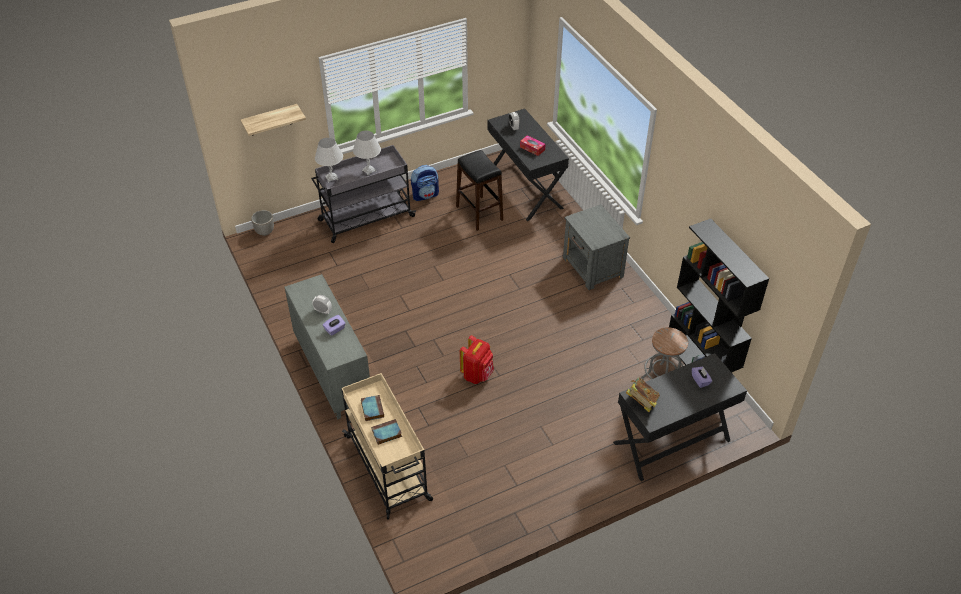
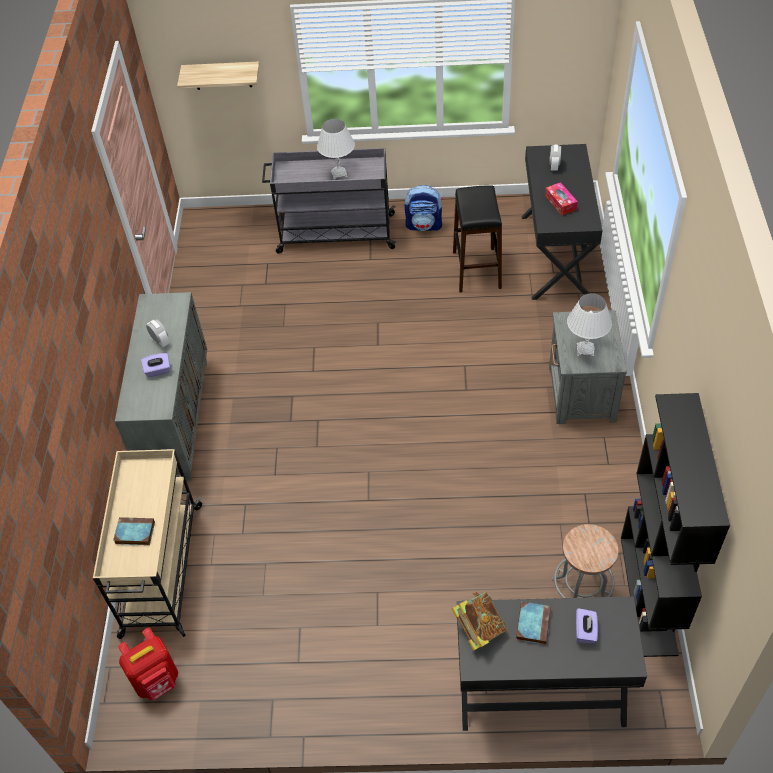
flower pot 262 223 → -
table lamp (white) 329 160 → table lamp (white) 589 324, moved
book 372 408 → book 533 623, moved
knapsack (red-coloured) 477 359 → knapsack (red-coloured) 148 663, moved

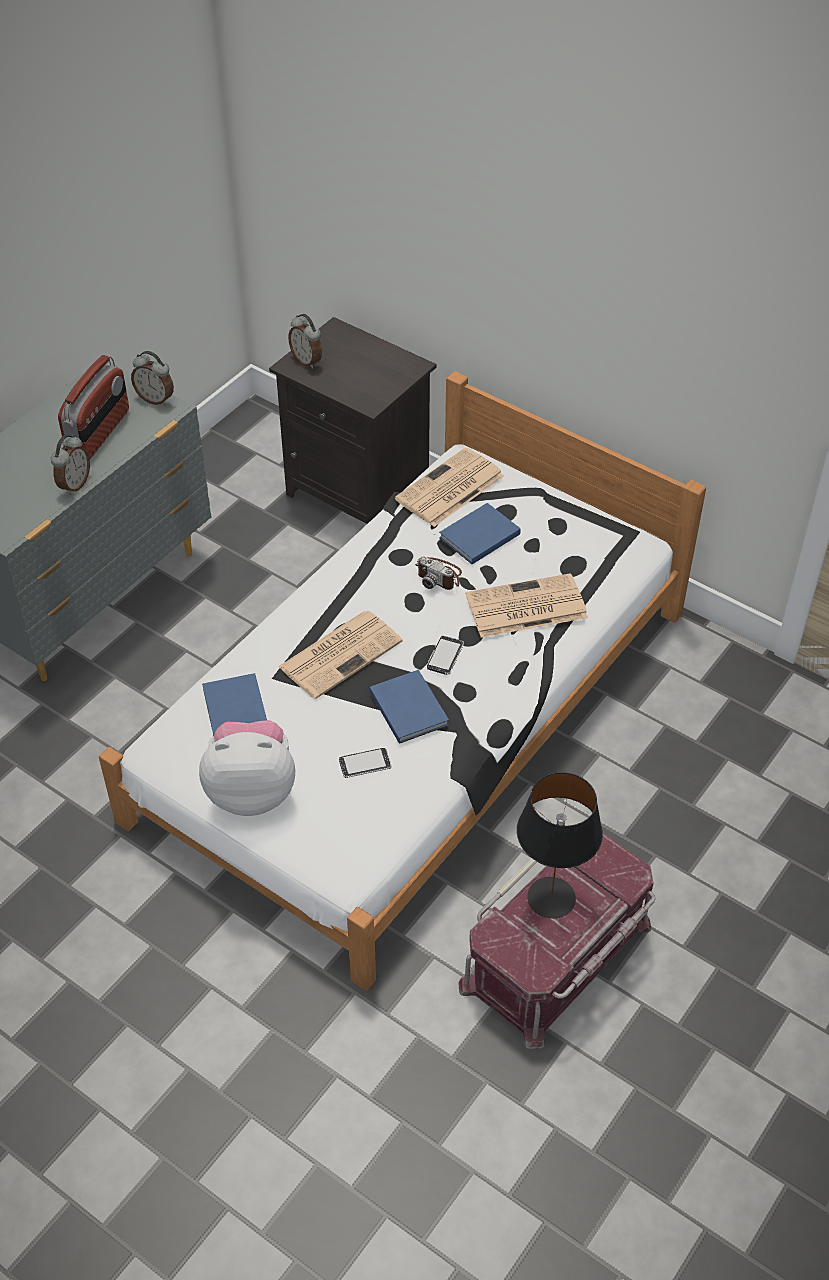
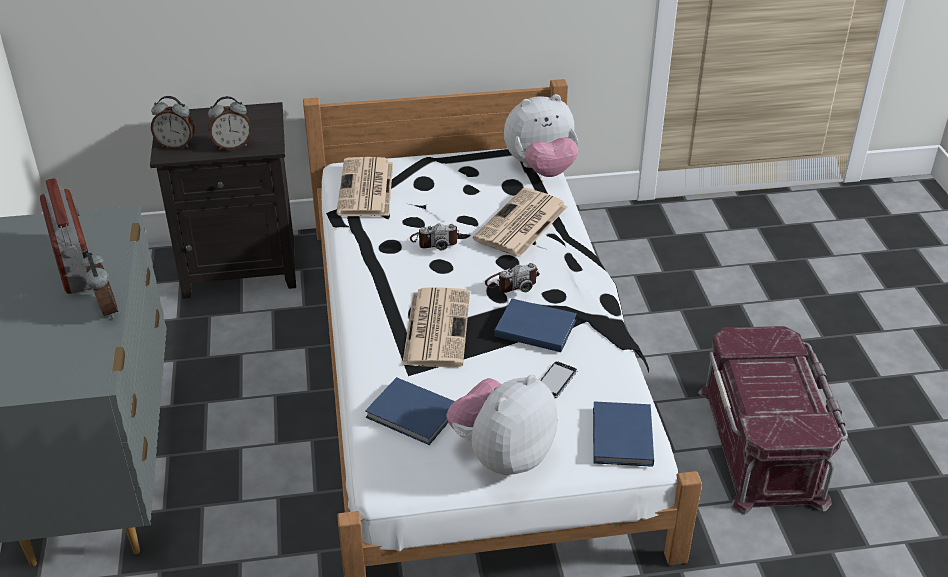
table lamp (blackish) 560 845 → -
- → soft toy 541 135
table clock 152 378 → table clock 230 123, moved
book (blue-coloured) 480 533 → book (blue-coloured) 623 434, moved
handset 445 655 → photo camera 512 278

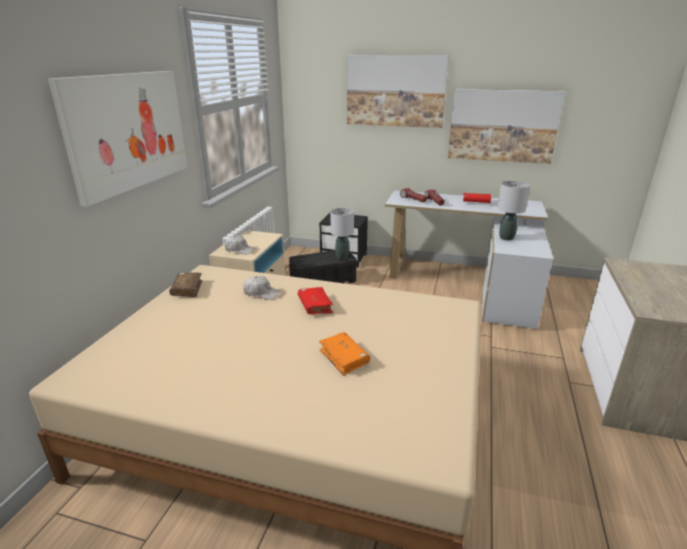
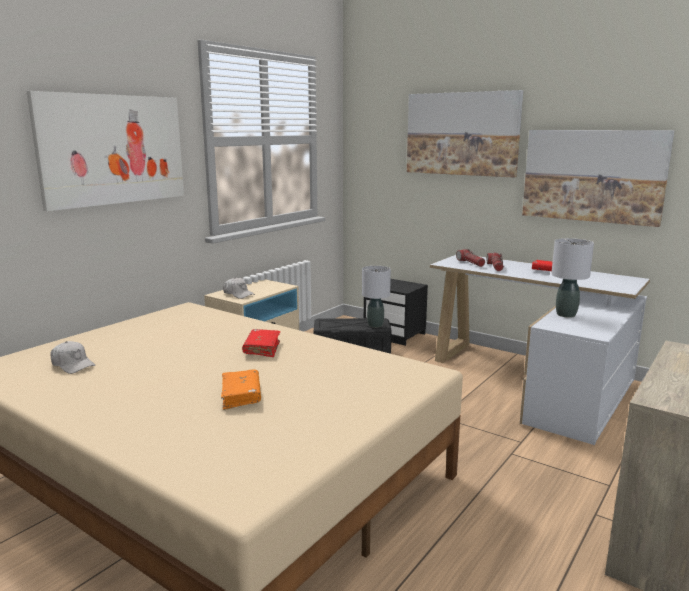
book (brown-coloured) 185 284 → -
cap (white) 261 288 → cap (white) 72 357, moved

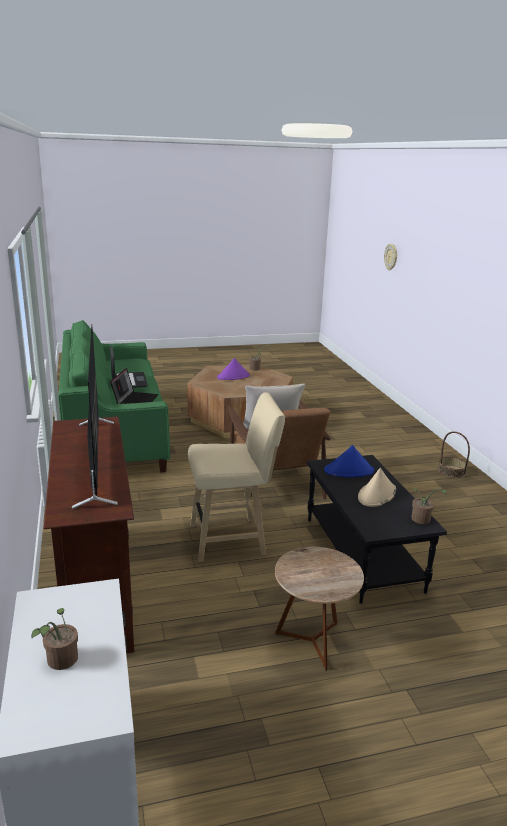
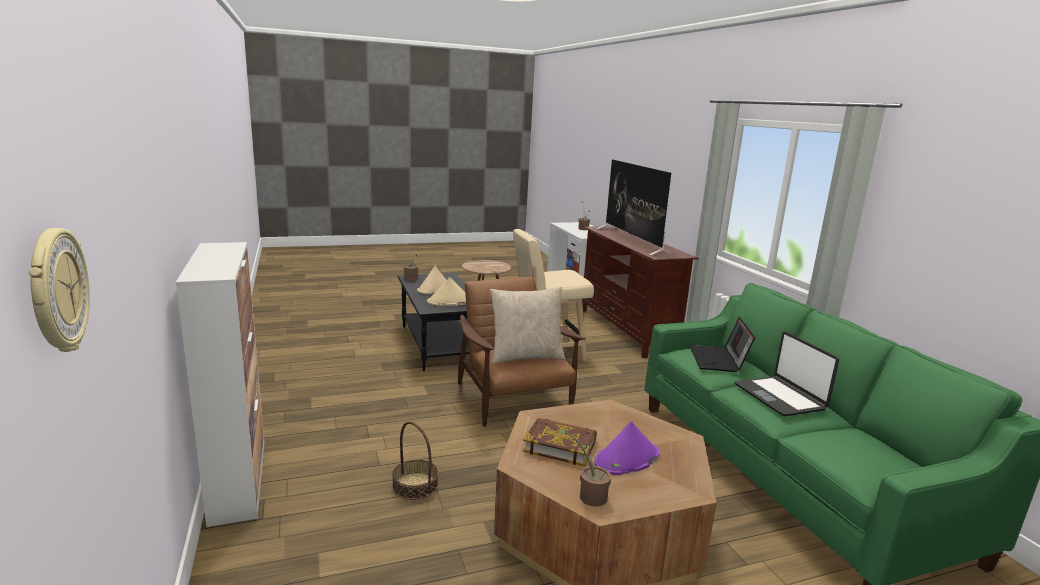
- → storage cabinet 220 384
- → book 559 442
household basket 454 454 → household basket 415 460, moved
wearable hat (blue-coloured) 349 461 → wearable hat (sand-coloured) 446 291

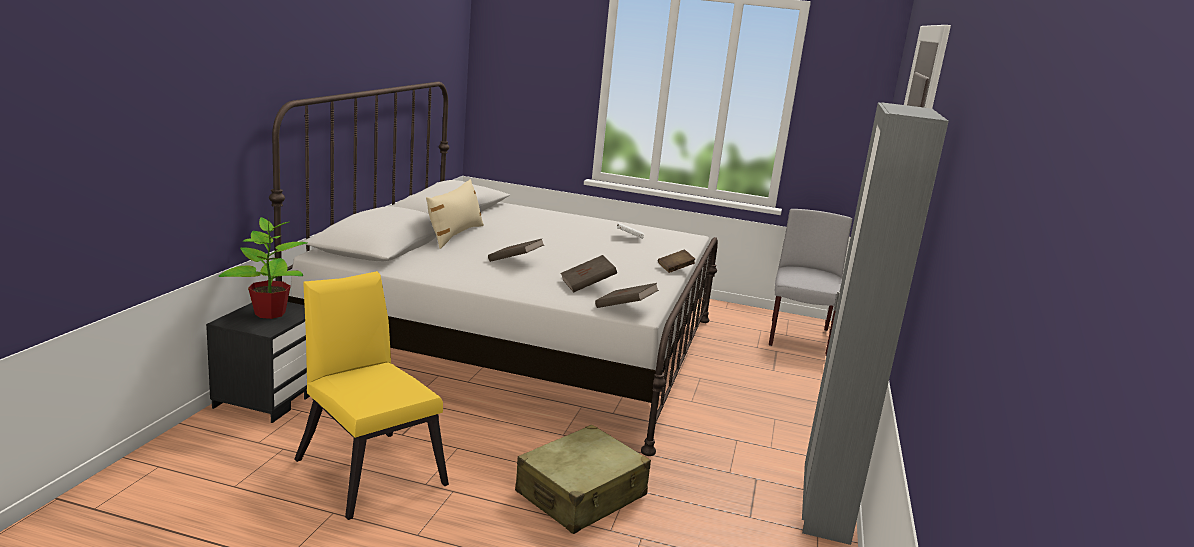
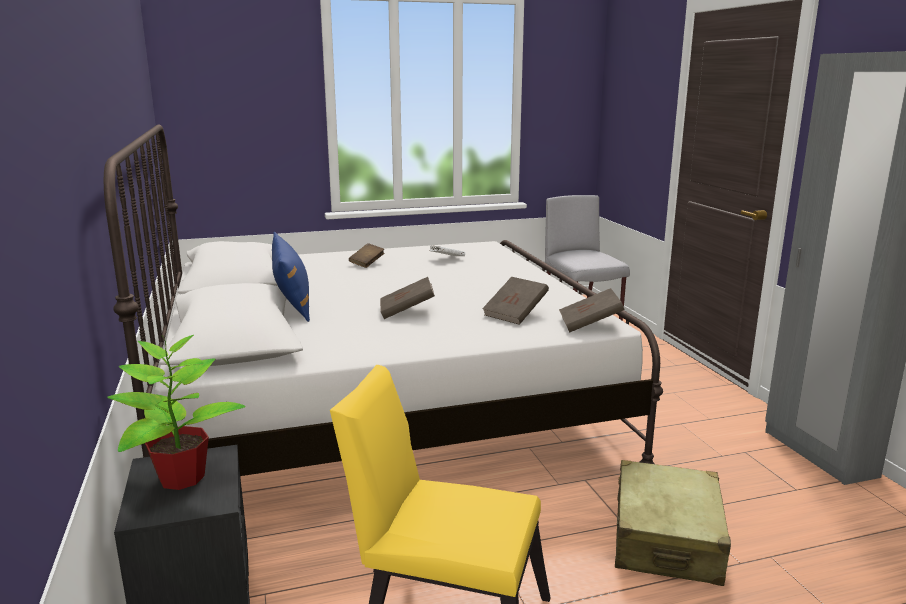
book (brown-coloured) 676 261 → book (brown-coloured) 366 255, moved
cushion (sand-coloured) 455 214 → cushion (blue-coloured) 291 277

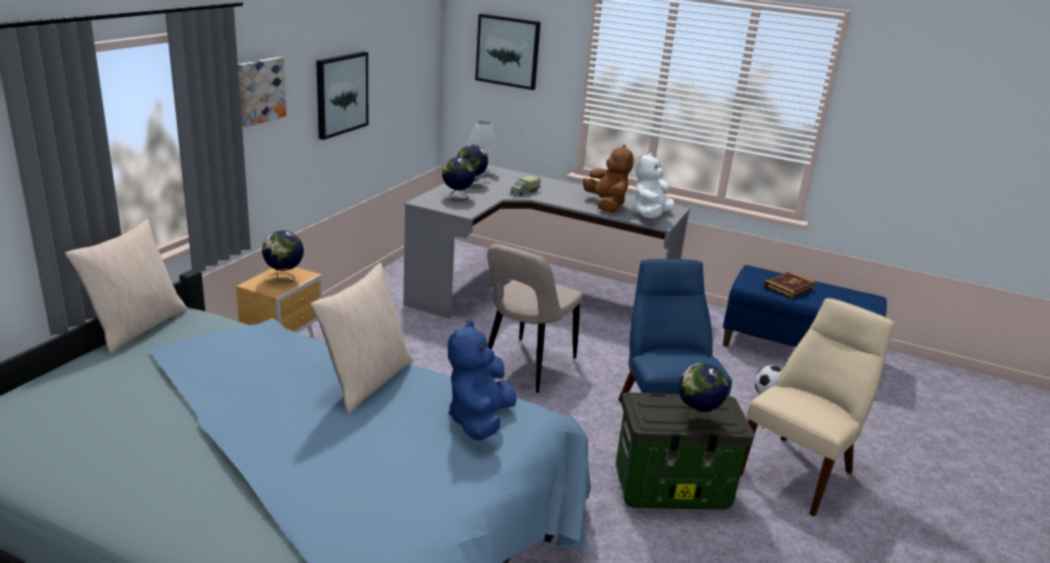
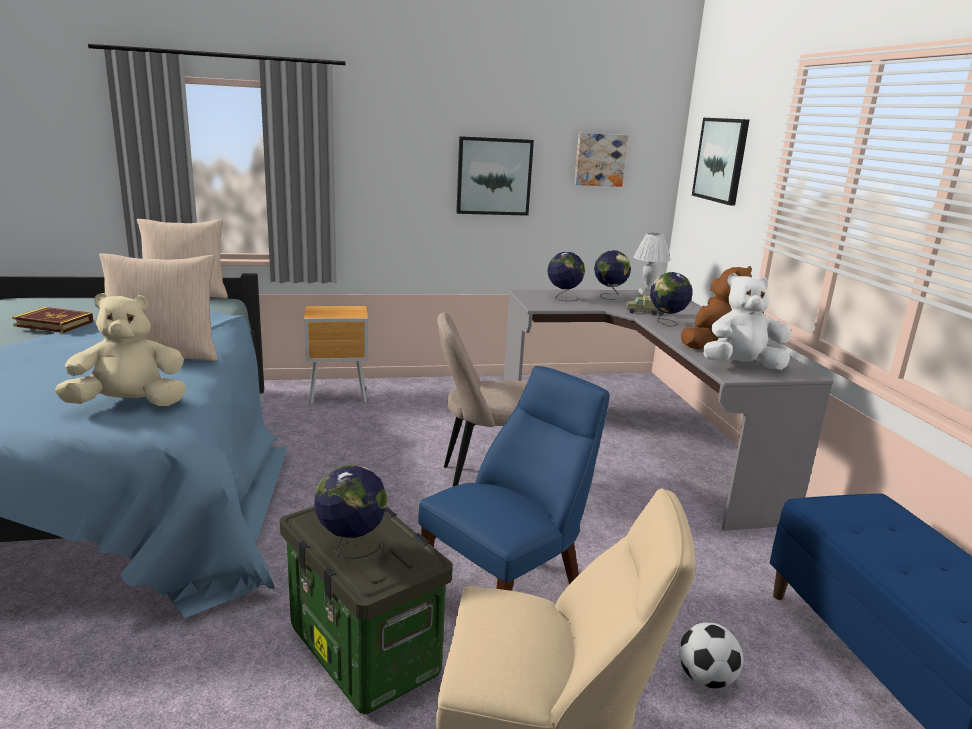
wall art 262 92 → wall art 601 160, moved
desk globe 283 256 → desk globe 671 299, moved
book 790 285 → book 53 320, moved
soft toy (blue-coloured) 482 380 → soft toy (sand-coloured) 120 349

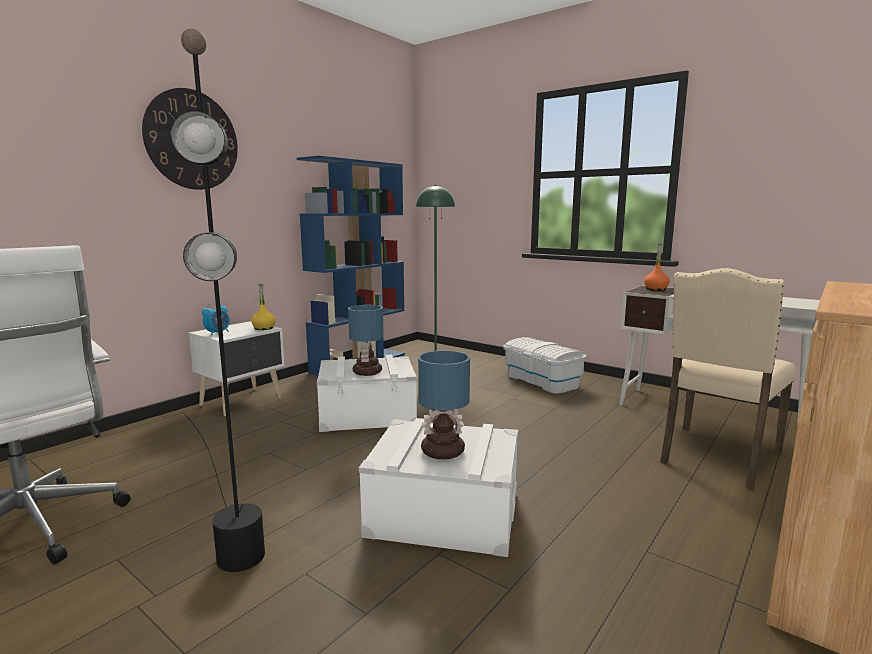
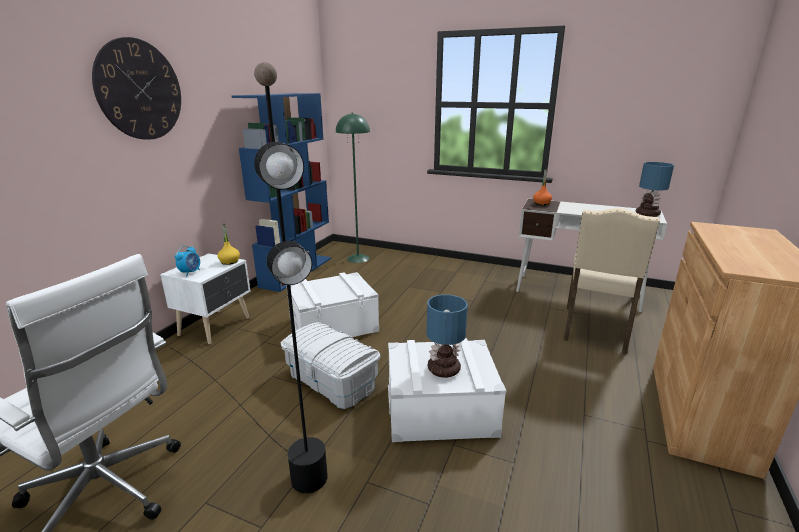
table lamp 366 340 → table lamp 655 189, moved
storage container (white) 545 365 → storage container (white) 331 365, moved

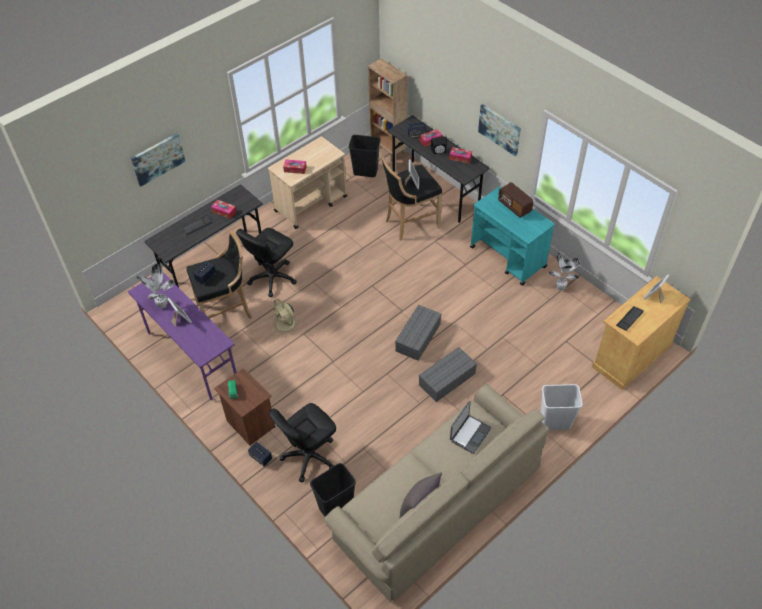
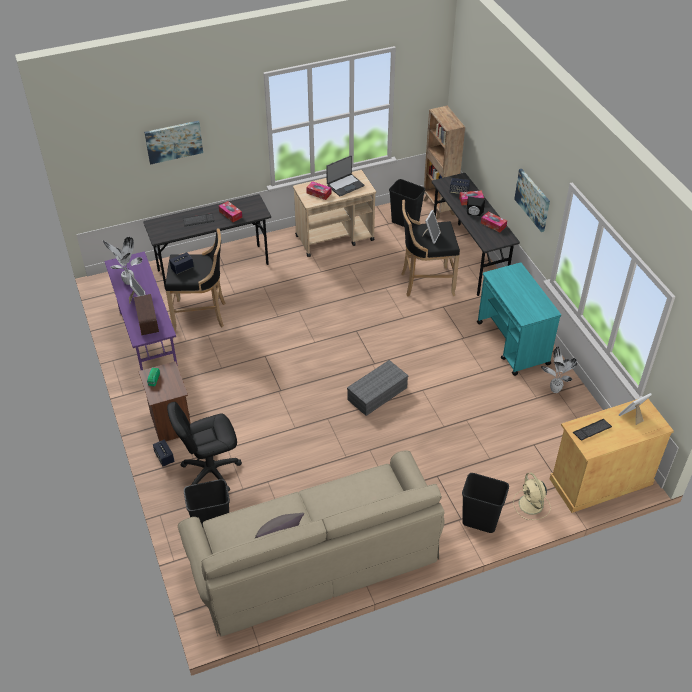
office chair (blackish) 266 262 → -
storage container (gray) 448 374 → -
electric fan (sand-coloured) 286 317 → electric fan (sand-coloured) 532 496, moved
notebook computer 471 427 → notebook computer 345 175, moved
radio set 516 200 → radio set 146 314, moved
trash can (white) 561 407 → trash can (blackish) 485 503

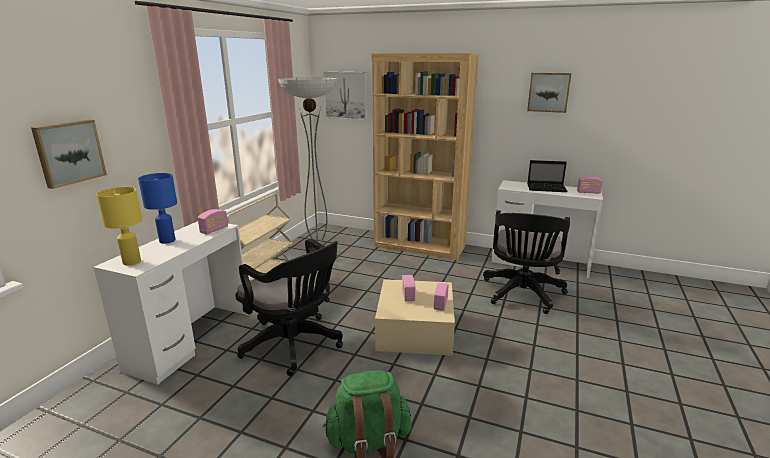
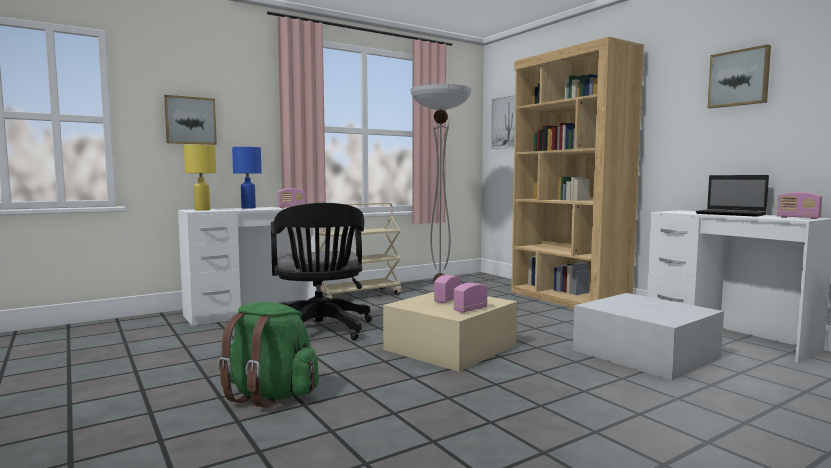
office chair (blackish) 526 262 → storage container (white) 648 336

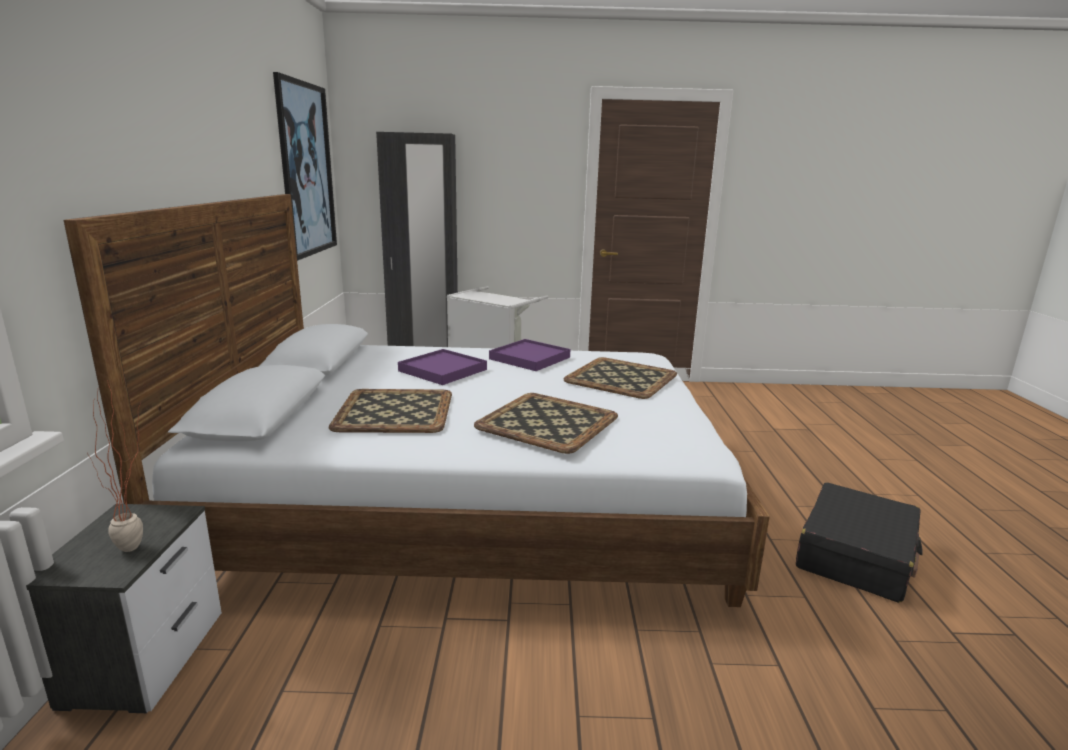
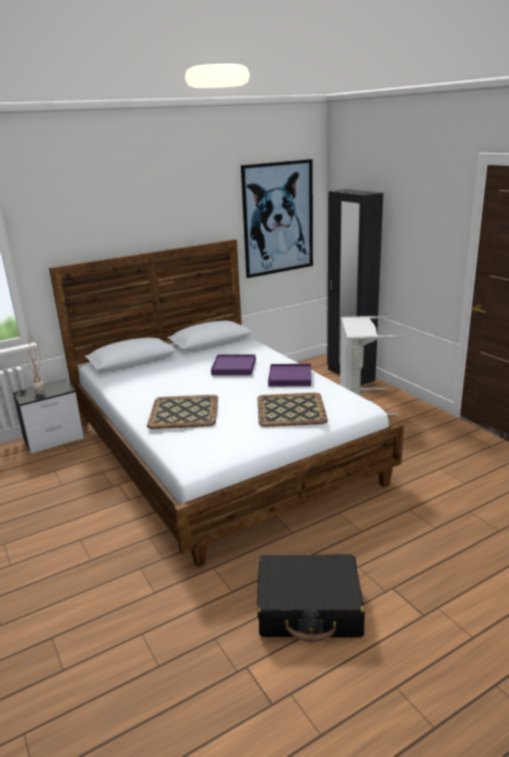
carrying tray 390 411 → -

